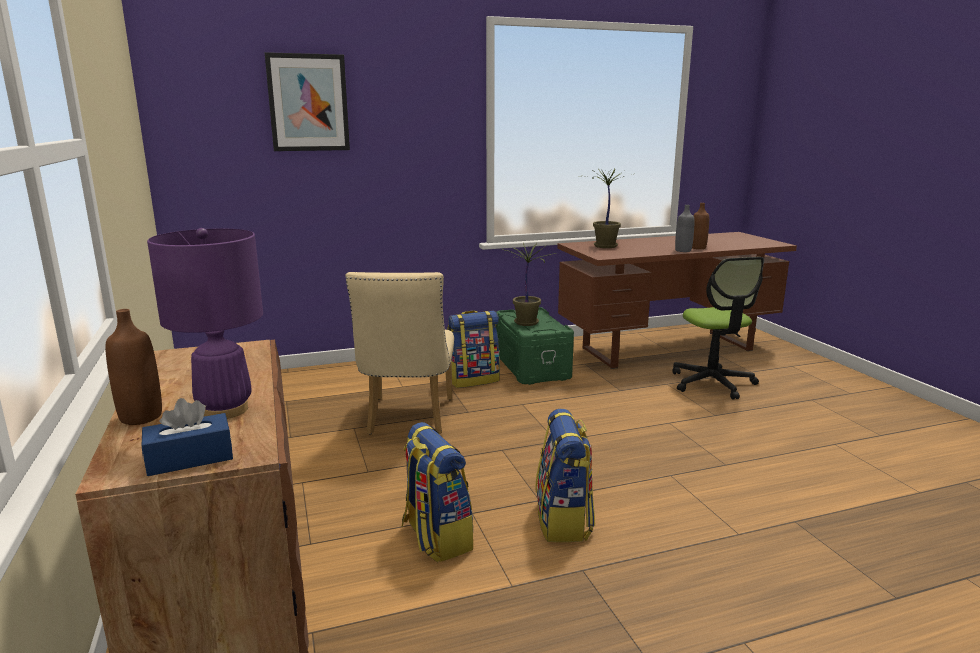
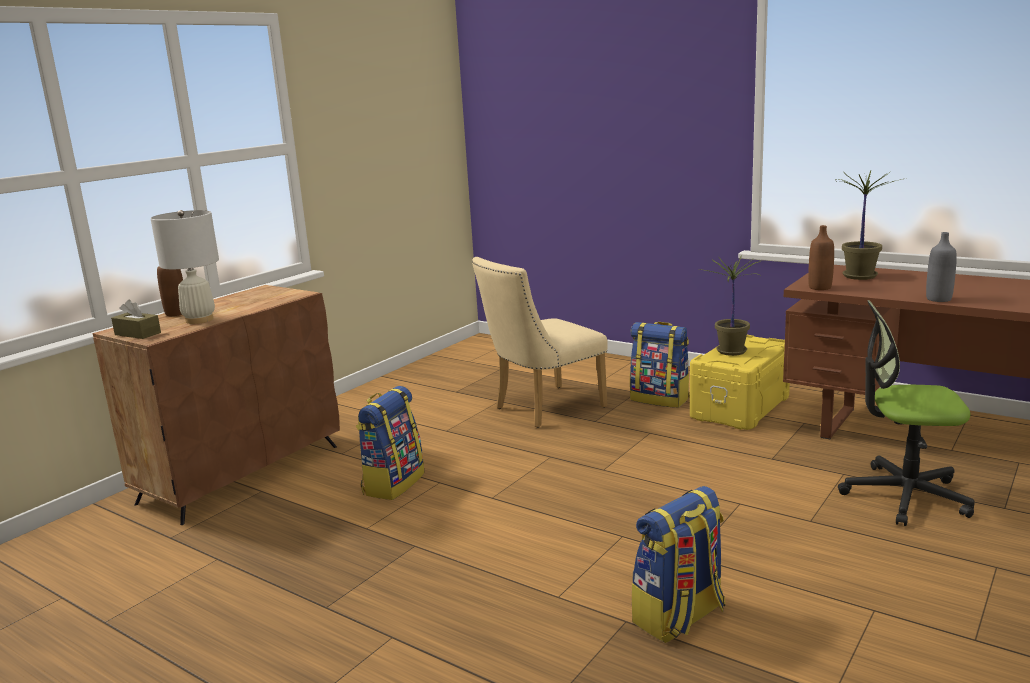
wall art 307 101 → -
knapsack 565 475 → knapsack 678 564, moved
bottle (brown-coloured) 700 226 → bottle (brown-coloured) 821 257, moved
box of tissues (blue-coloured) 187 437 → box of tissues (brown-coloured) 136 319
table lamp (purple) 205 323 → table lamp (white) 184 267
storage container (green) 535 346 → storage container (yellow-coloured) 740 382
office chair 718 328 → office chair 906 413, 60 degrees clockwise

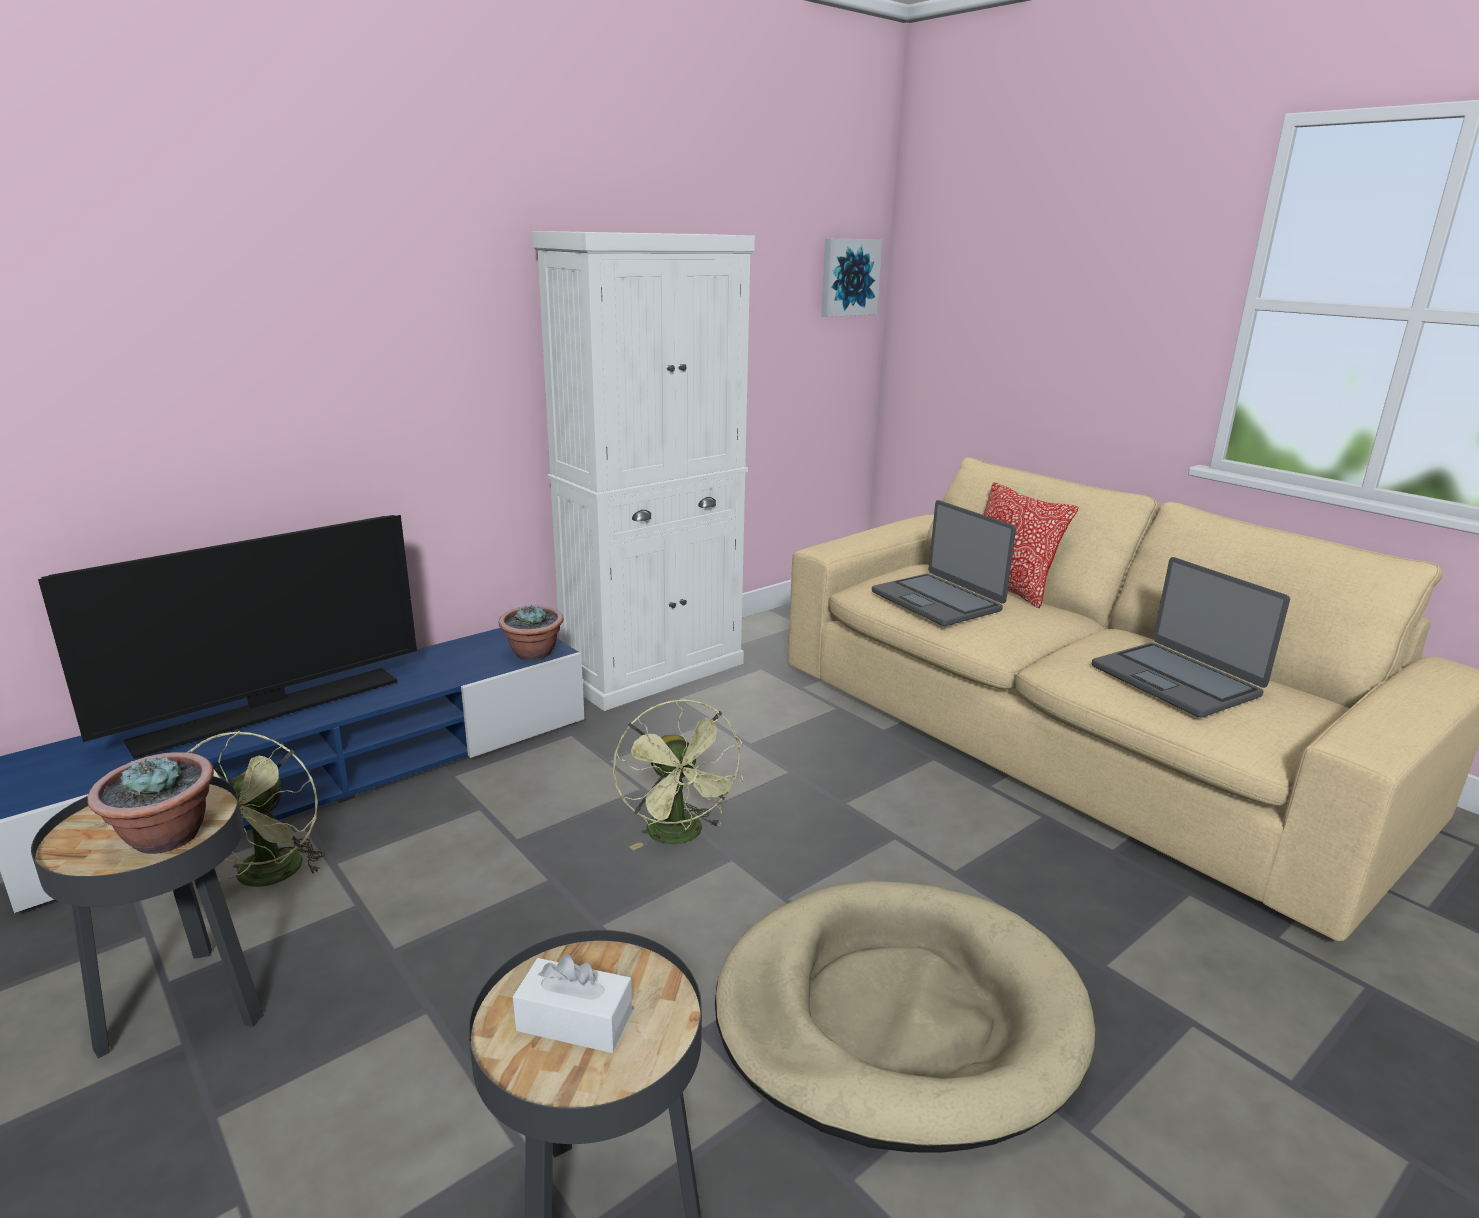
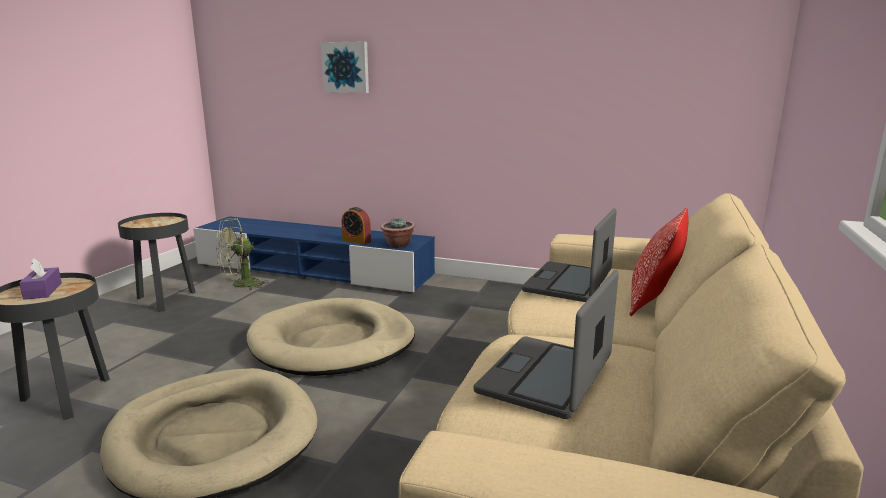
TV set 227 637 → -
plant in a pot 151 803 → -
storage cabinet (white) 643 471 → -
- → table clock 356 226
wall art 851 277 → wall art 345 67, moved
electric fan (green) 678 775 → dog cushion (sand-coloured) 331 337
box of tissues (white) 572 1003 → box of tissues (purple) 40 279

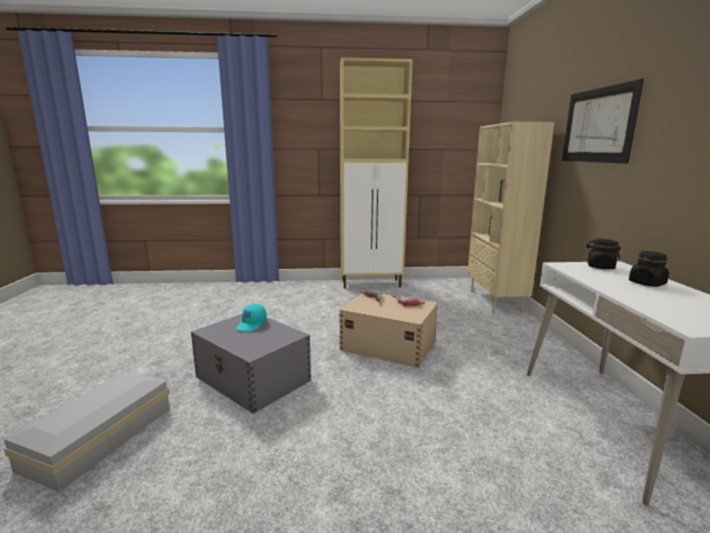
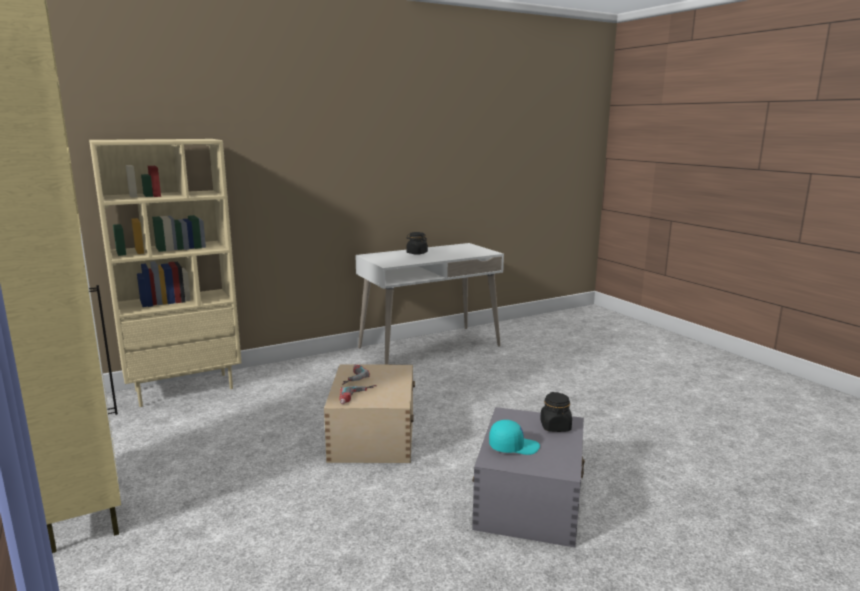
storage container (white) 87 431 → -
wall art 603 121 → -
preserve jar (blackish) 603 254 → preserve jar (blackish) 556 412, moved

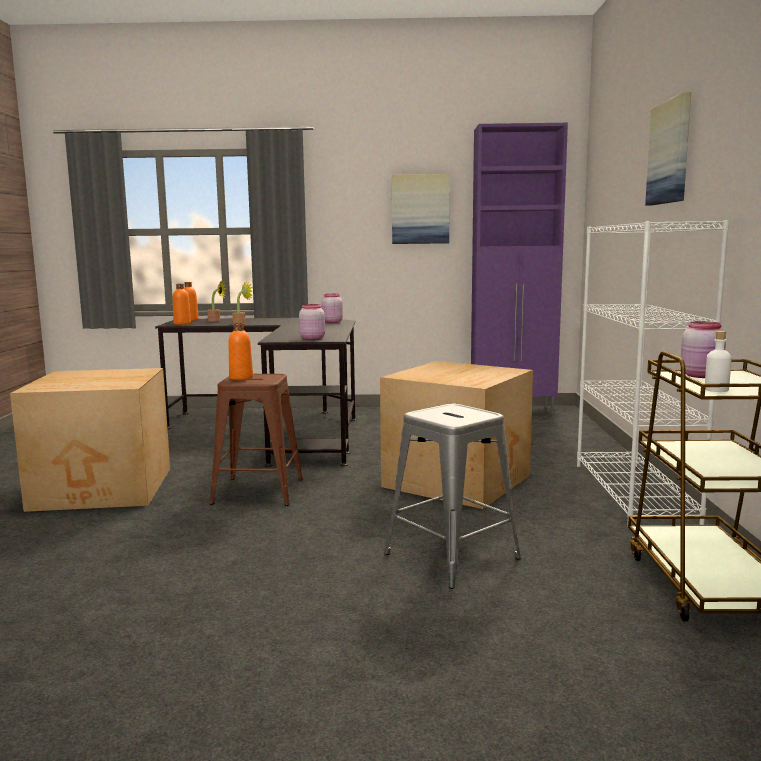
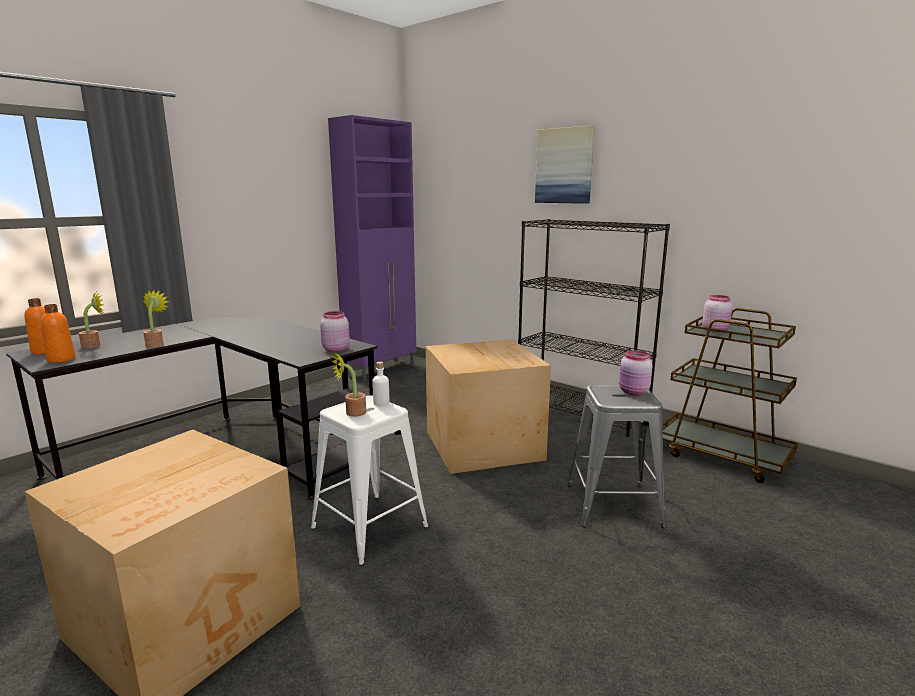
wall art 421 209 → -
preserve jar (pinkish) 332 308 → preserve jar (pinkish) 636 372, moved
bottle (white) 718 361 → bottle (white) 381 384, moved
bottle (orangey) 241 351 → plant in a pot 349 384
stool (brown-coloured) 256 440 → stool (white) 369 480
shelving unit (white) 653 373 → shelving unit (blackish) 594 328

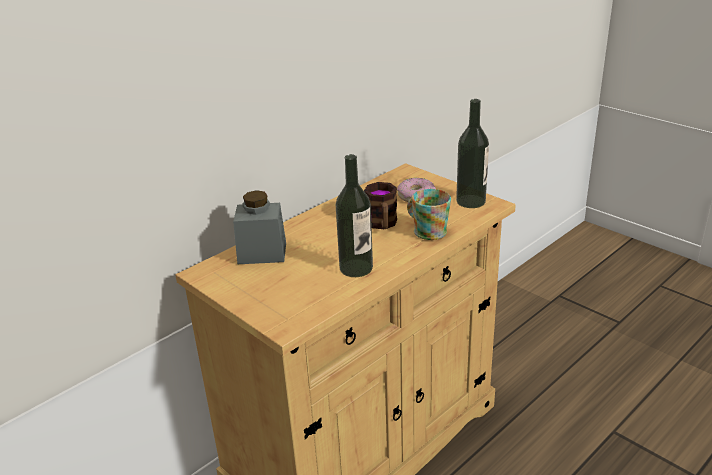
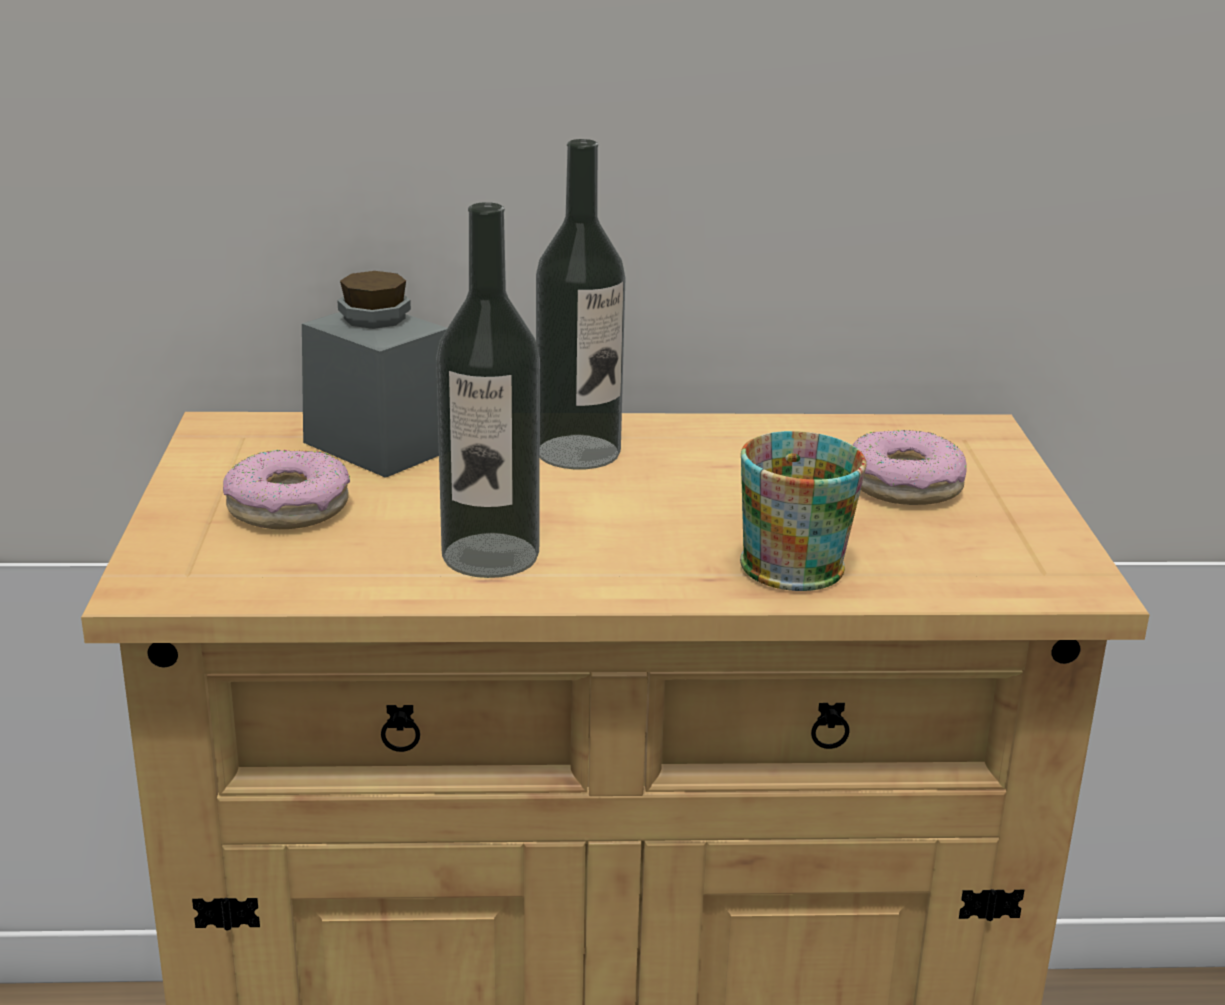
coffee mug 380 205 → -
- → donut 286 489
bottle 472 153 → bottle 580 304, moved

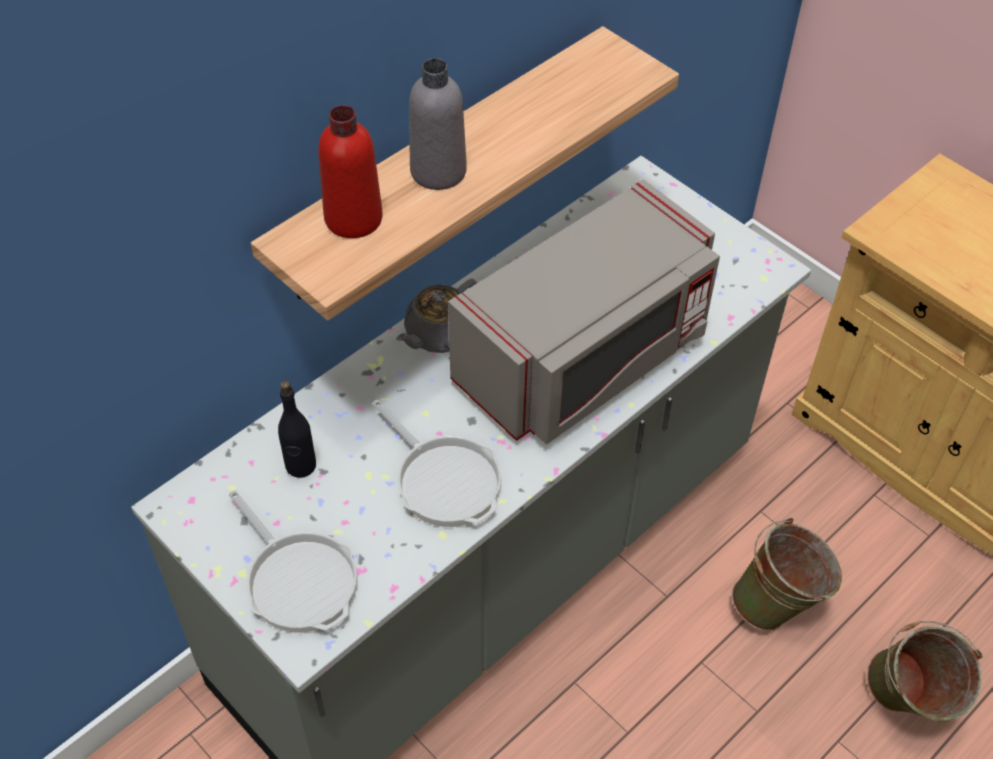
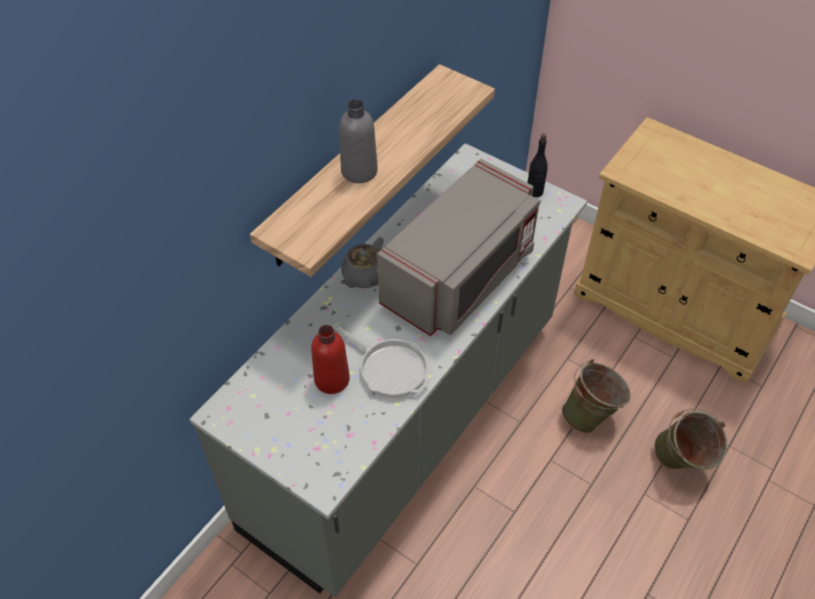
frying pan 293 561 → -
bottle (blackish) 297 429 → bottle (blackish) 537 165, moved
bottle (red-coloured) 350 171 → bottle (red-coloured) 330 359, moved

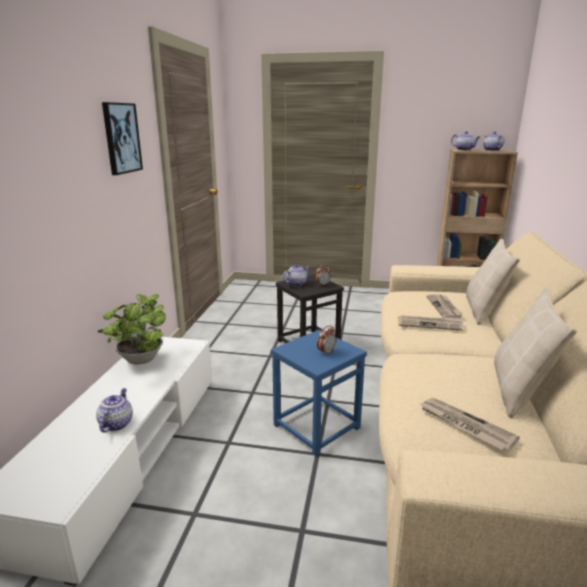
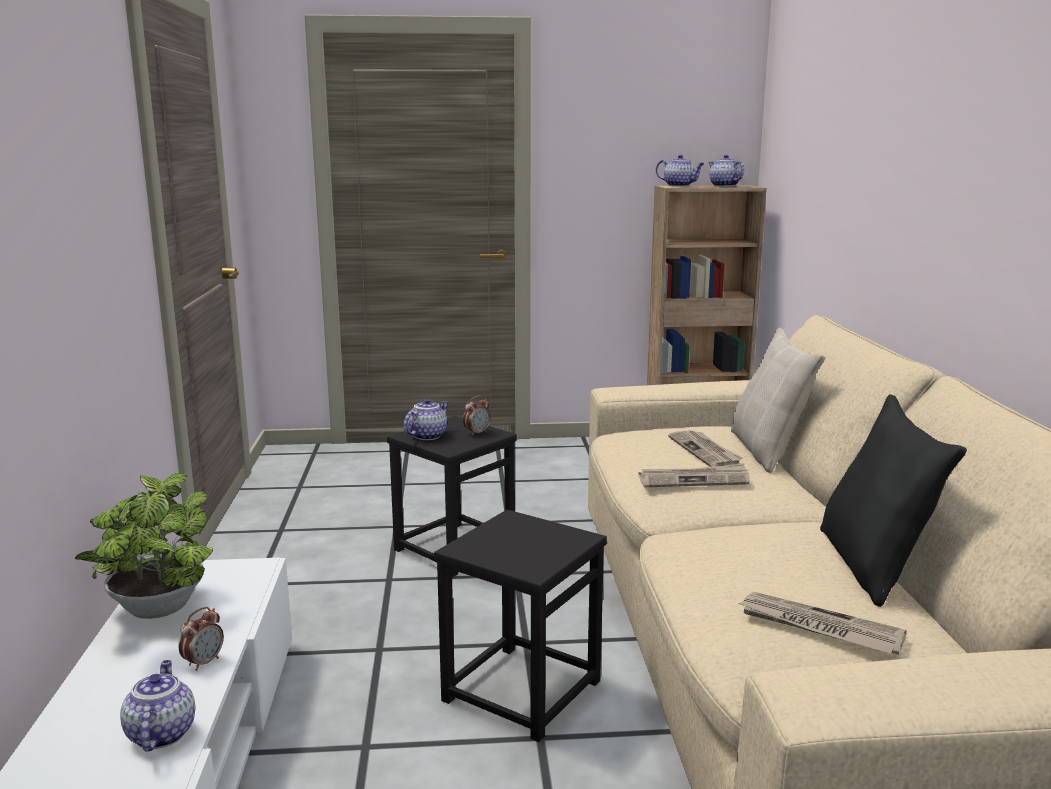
wall art 122 138 → -
table clock 327 340 → table clock 201 639, moved
stool (blue-coloured) 319 393 → stool (blackish) 520 626
cushion (sand-coloured) 535 353 → cushion (blackish) 893 500

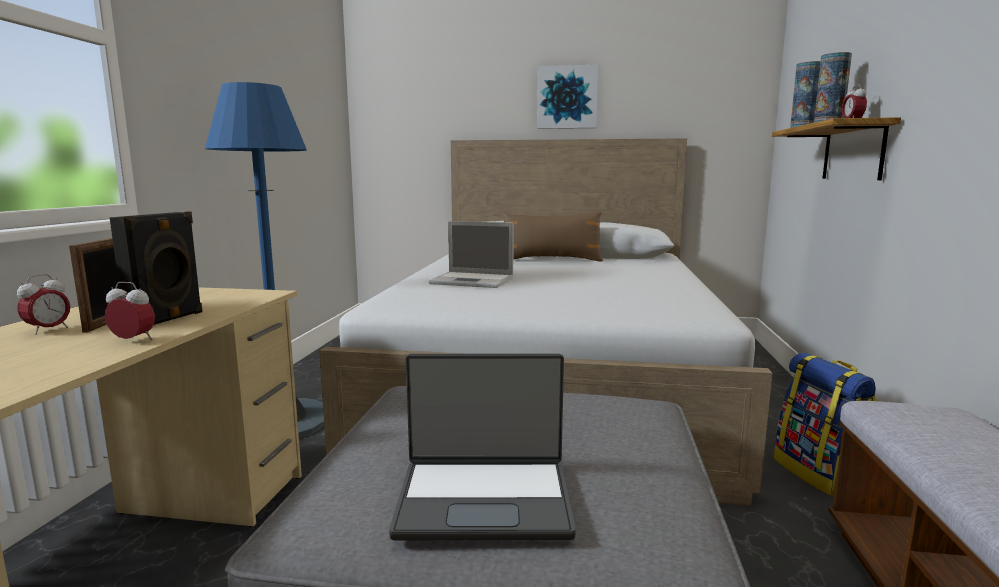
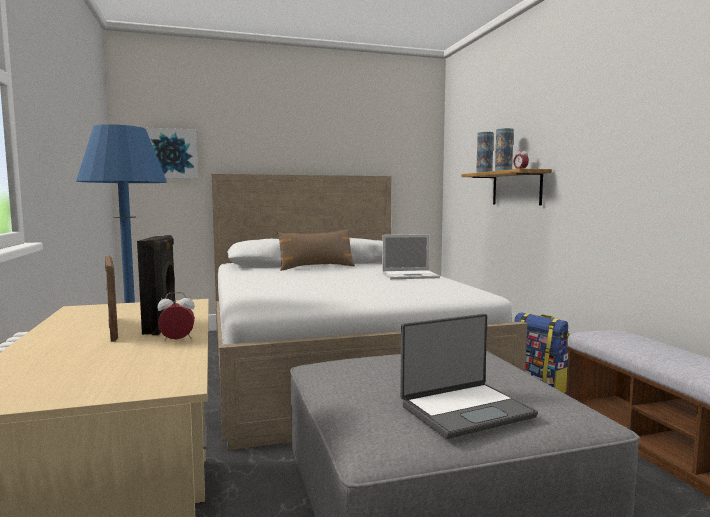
table clock 43 304 → -
notebook computer 471 254 → notebook computer 411 256, moved
wall art 567 97 → wall art 171 153, moved

